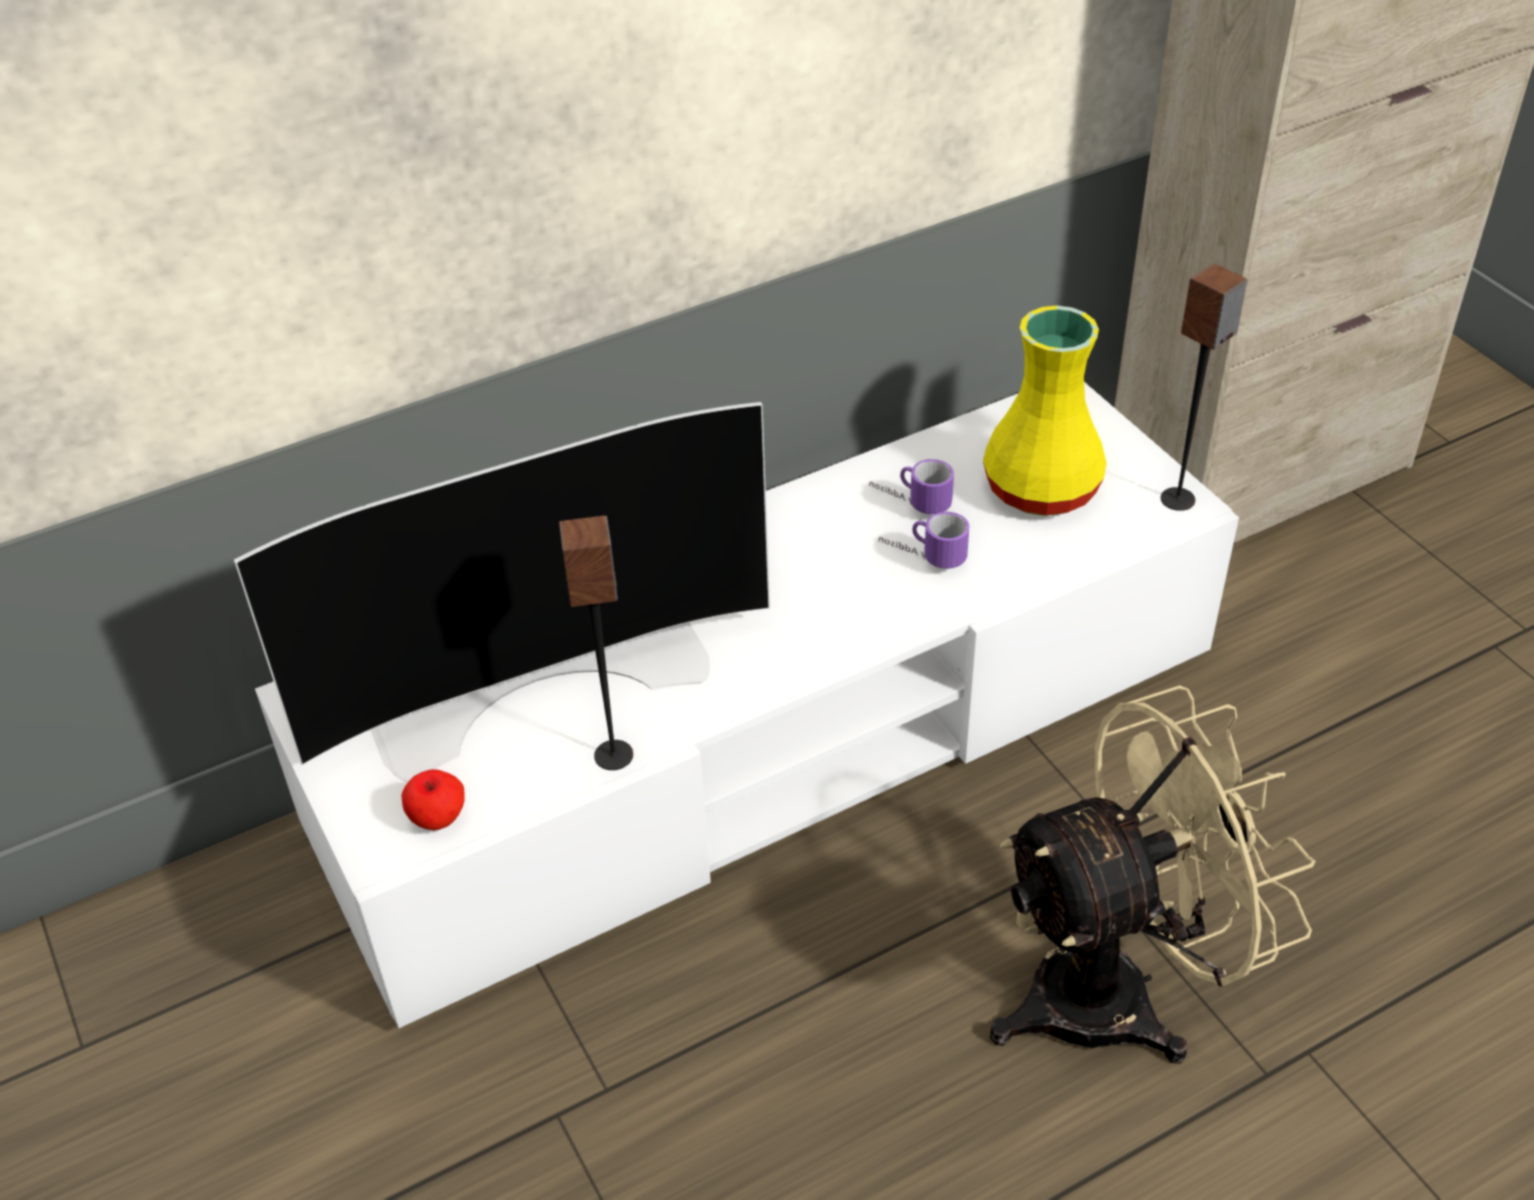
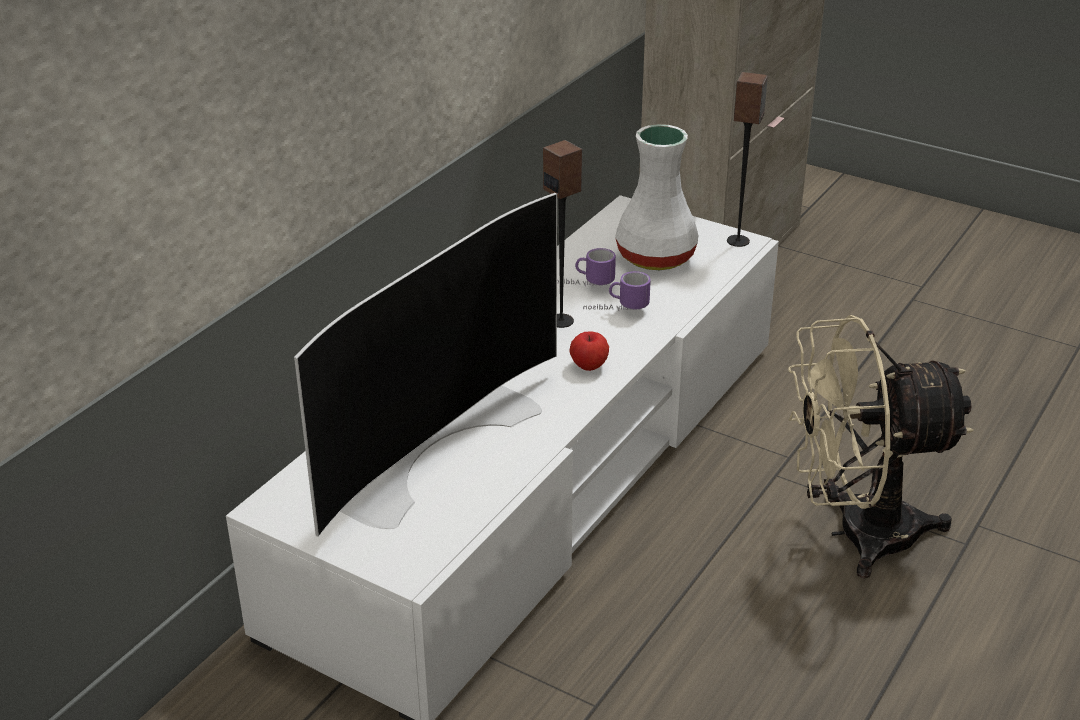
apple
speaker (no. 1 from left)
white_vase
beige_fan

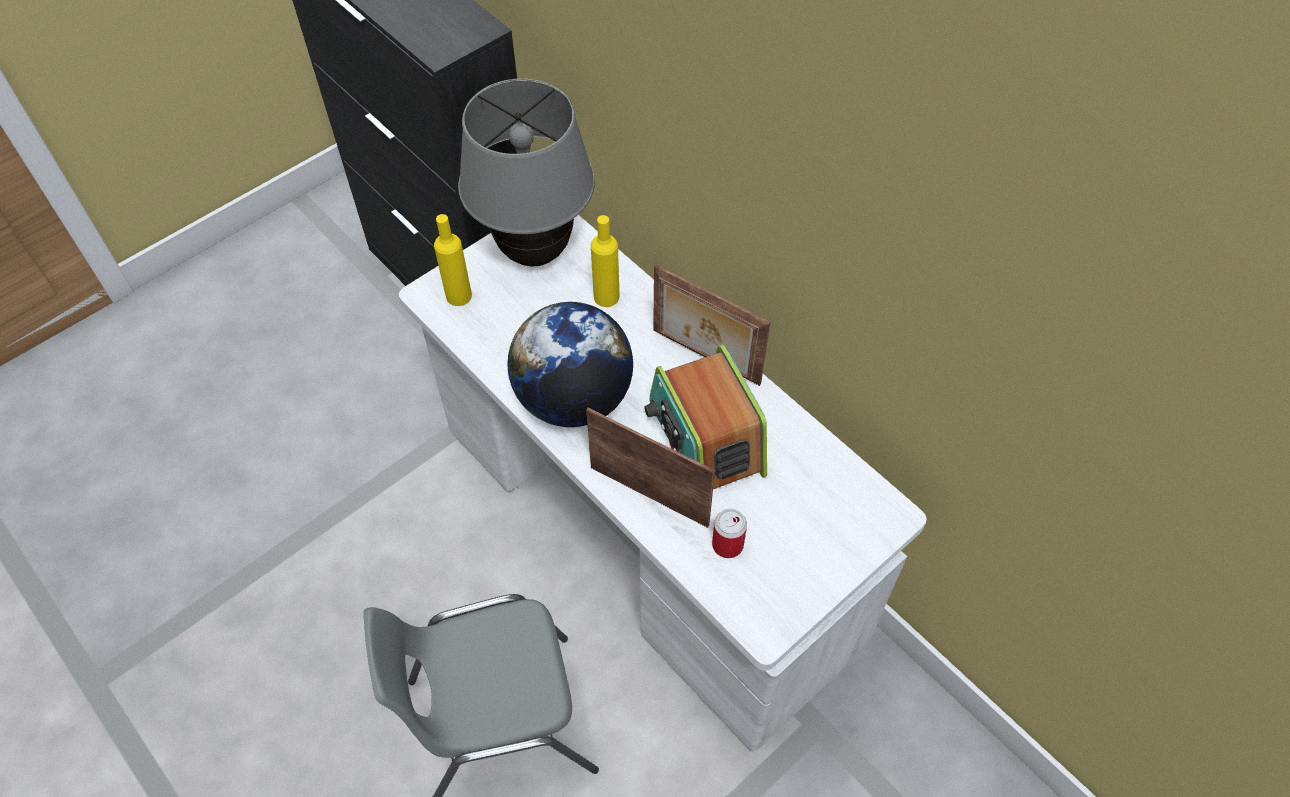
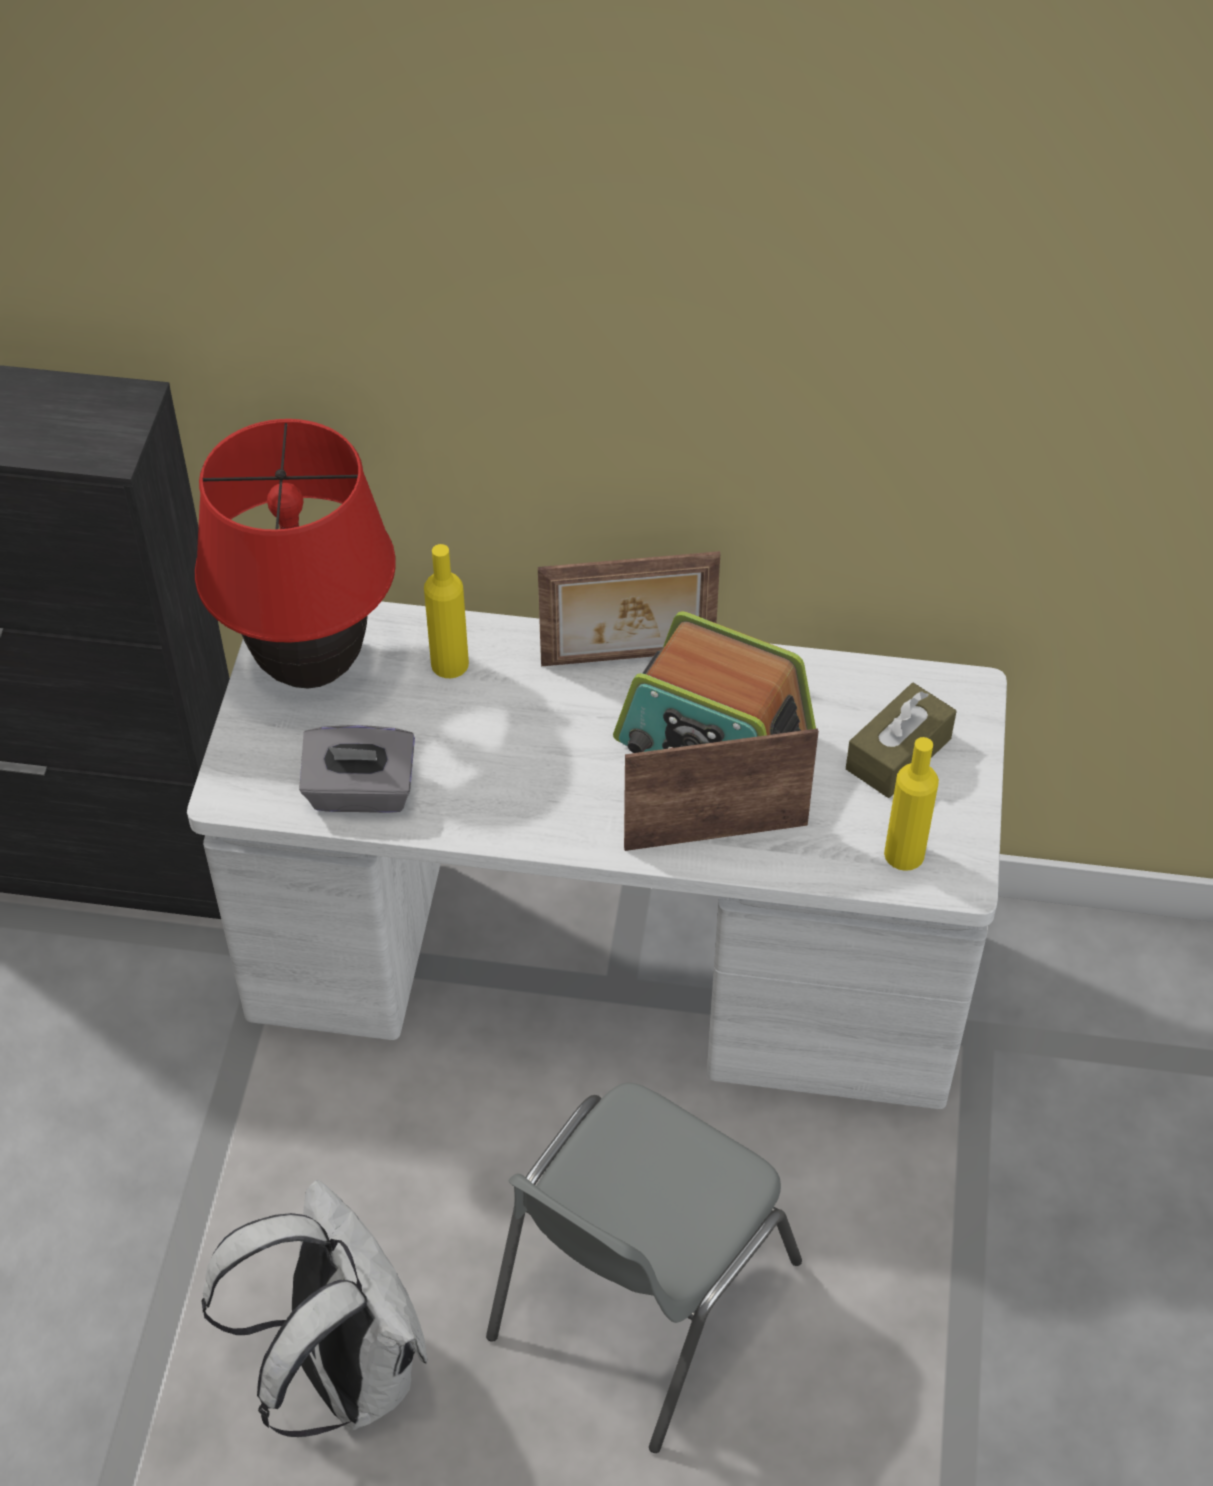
yellow_bottle (no. 2 from left)
red_table_lamp
globe
can
white_backpack
grey_tissue_box
brown_tissue_box

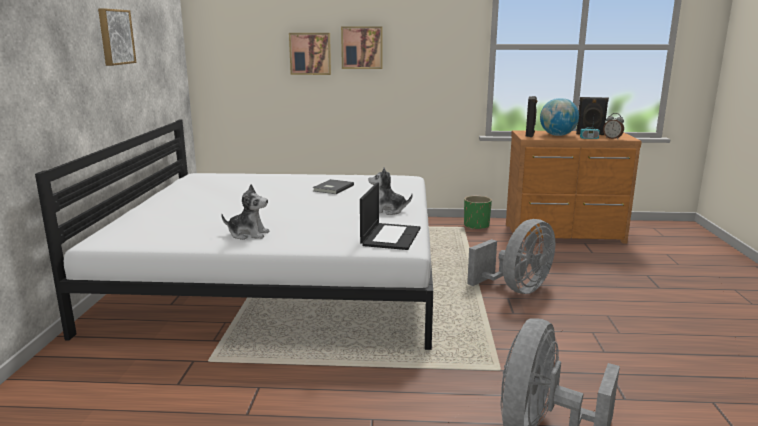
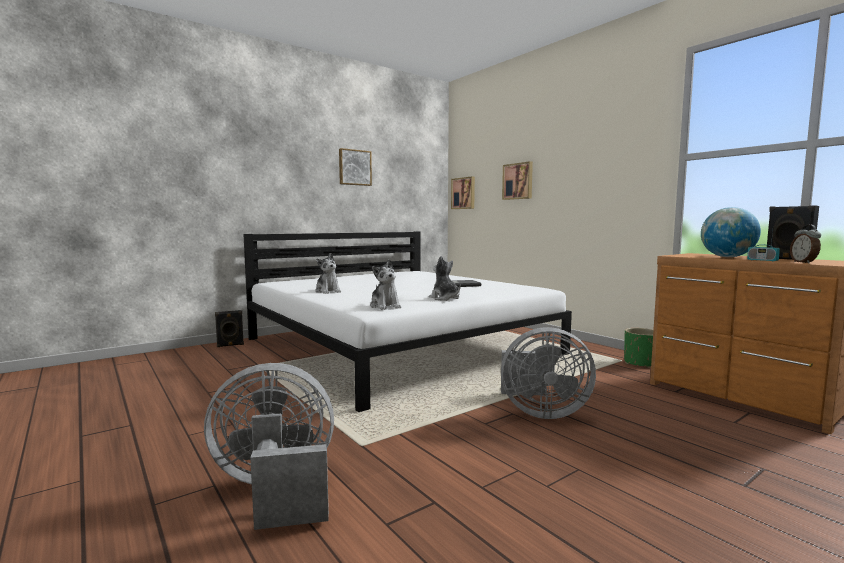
picture (no. 2 from left)
plush_toy (no. 2 from left)
black_speaker (no. 1 from left)

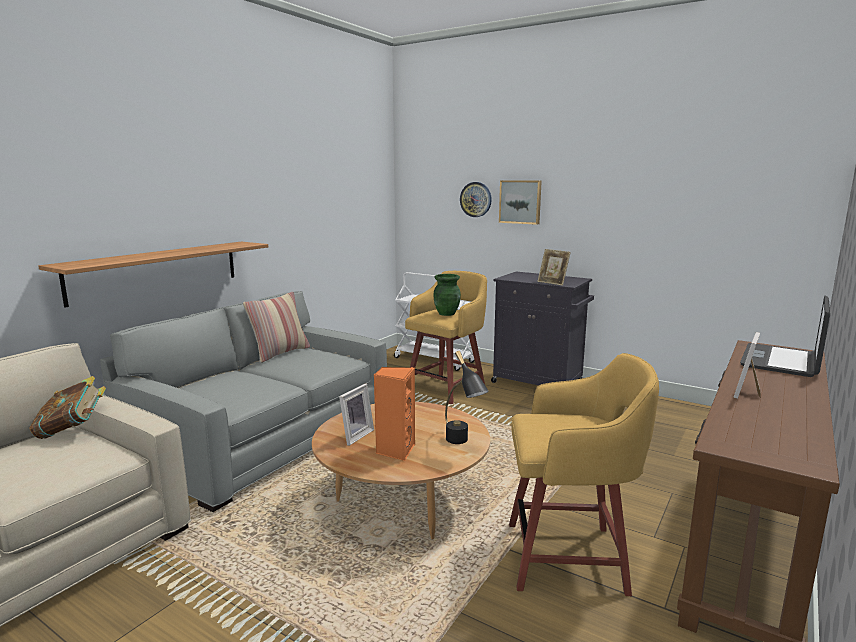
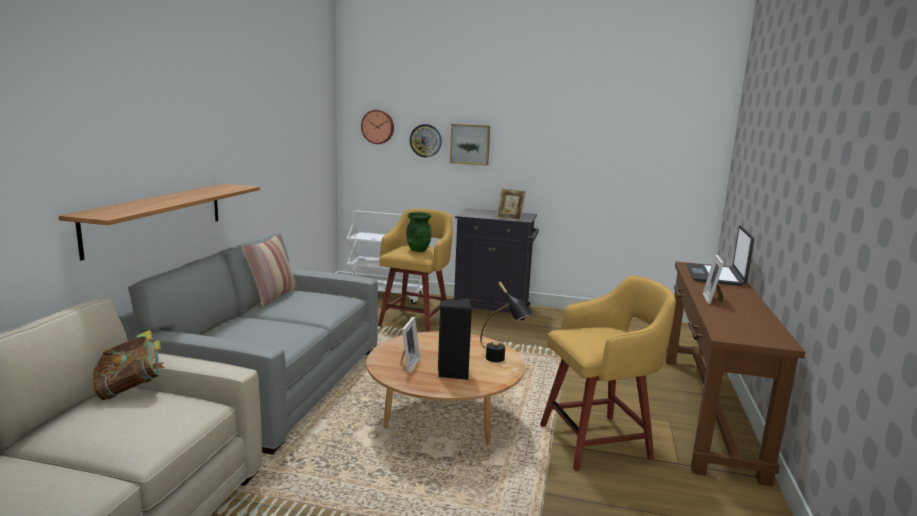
black_speaker
wall_clock (no. 1 from left)

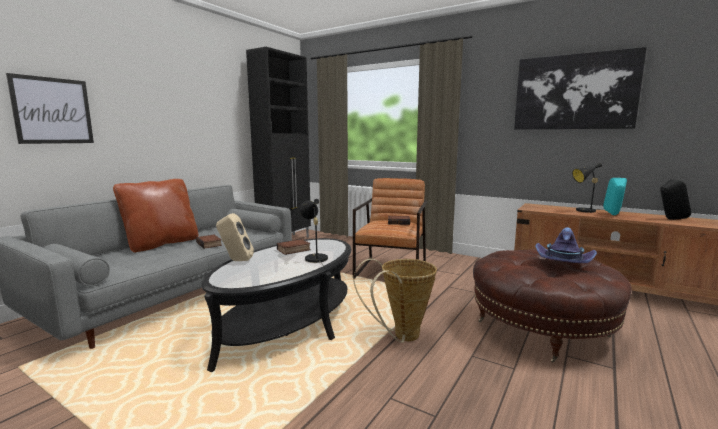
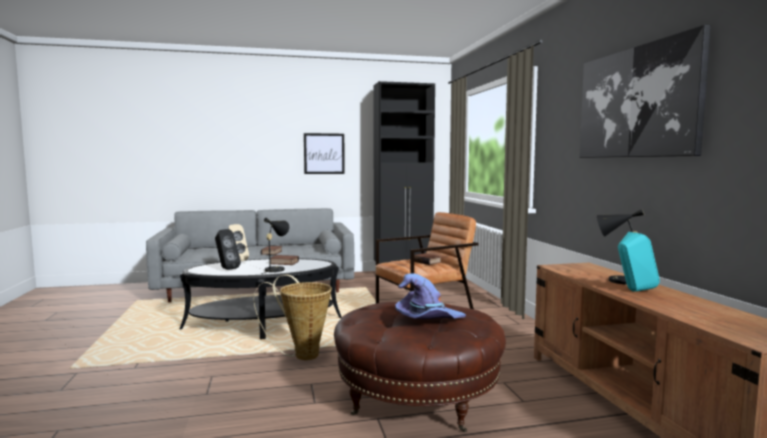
picture (no. 1 from left)
brown_pillow
black_speaker

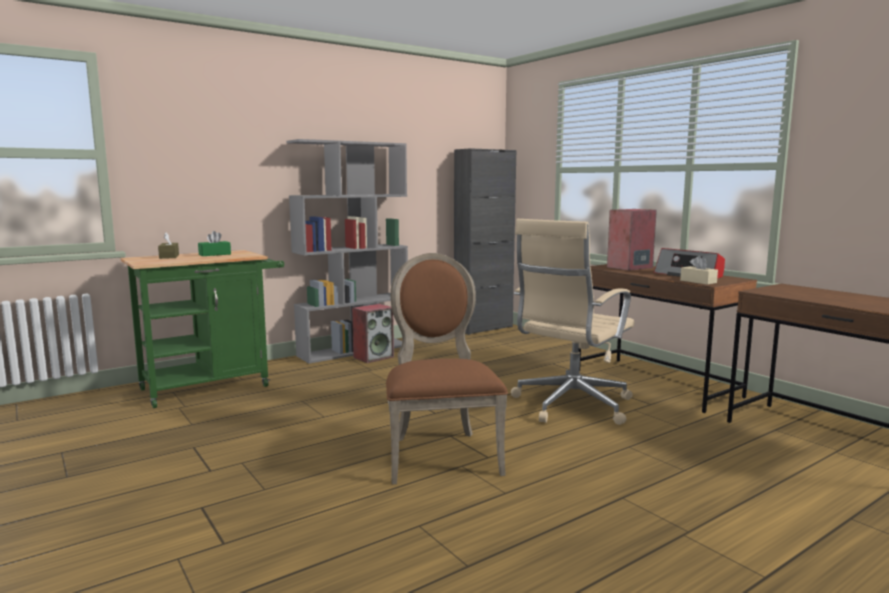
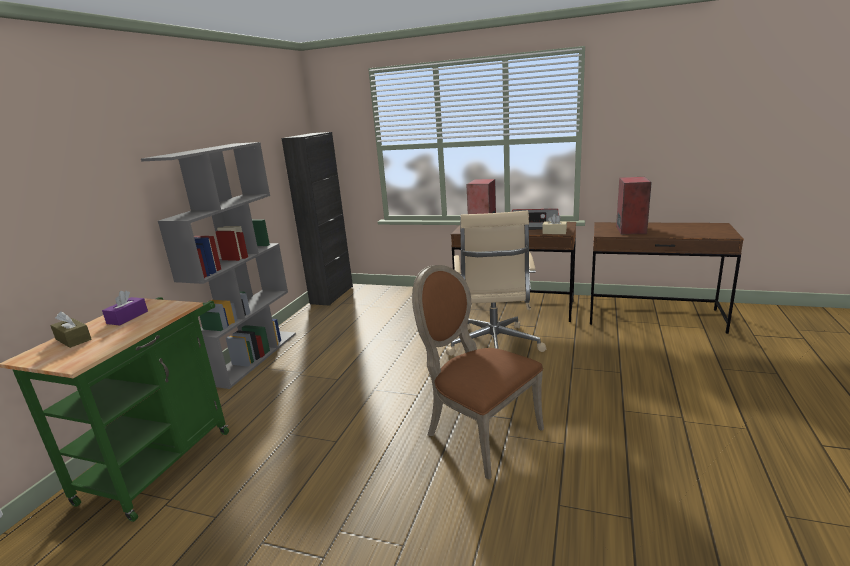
purple_tissue_box
speaker (no. 2 from left)

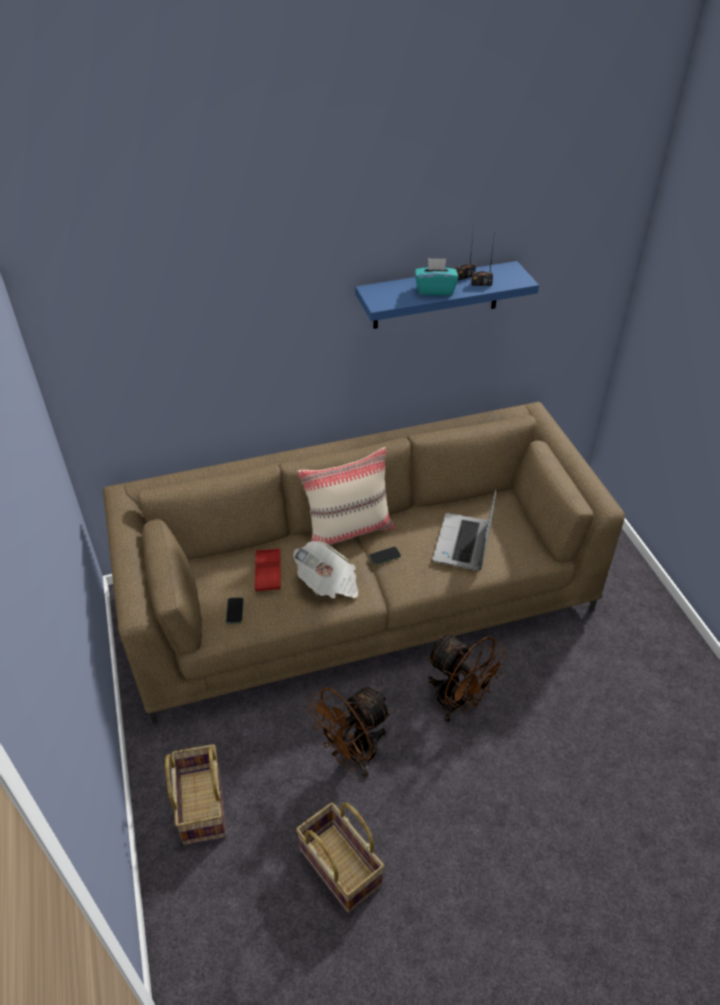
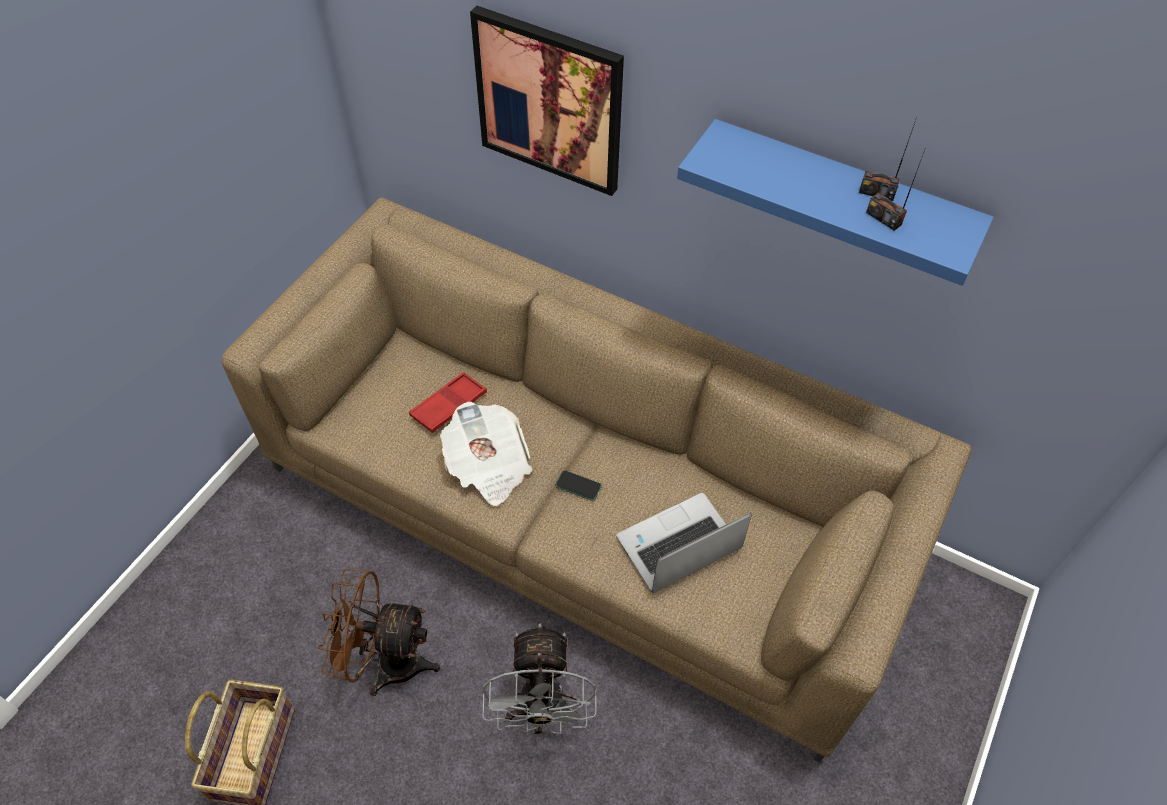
basket (no. 1 from left in the first image)
phone (no. 1 from left in the first image)
beige_pillow
turquoise_tissue_box
grey_fan
picture

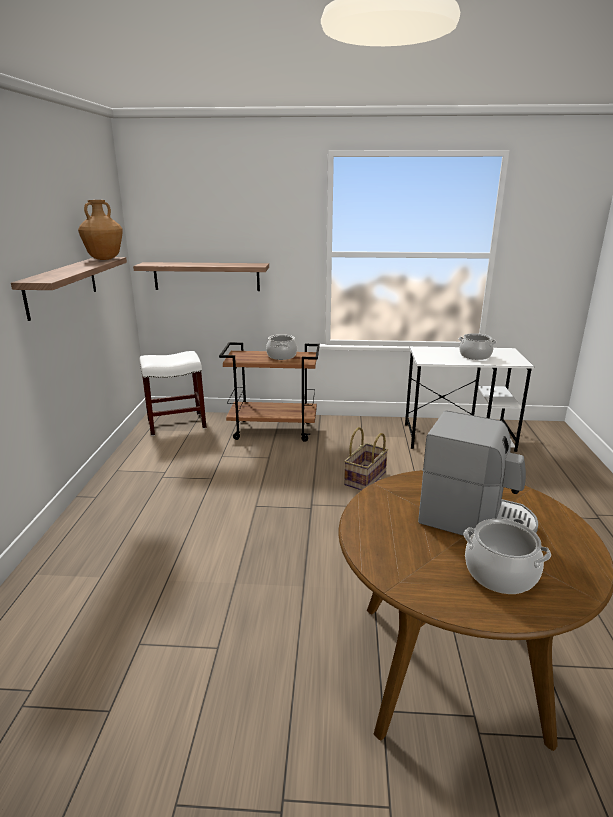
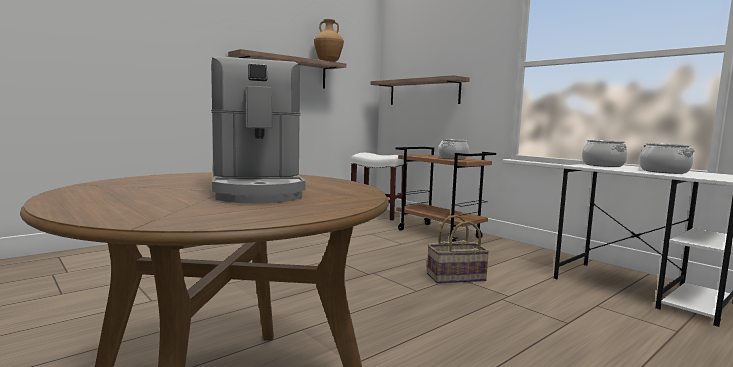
cooking_pot (no. 2 from left)

